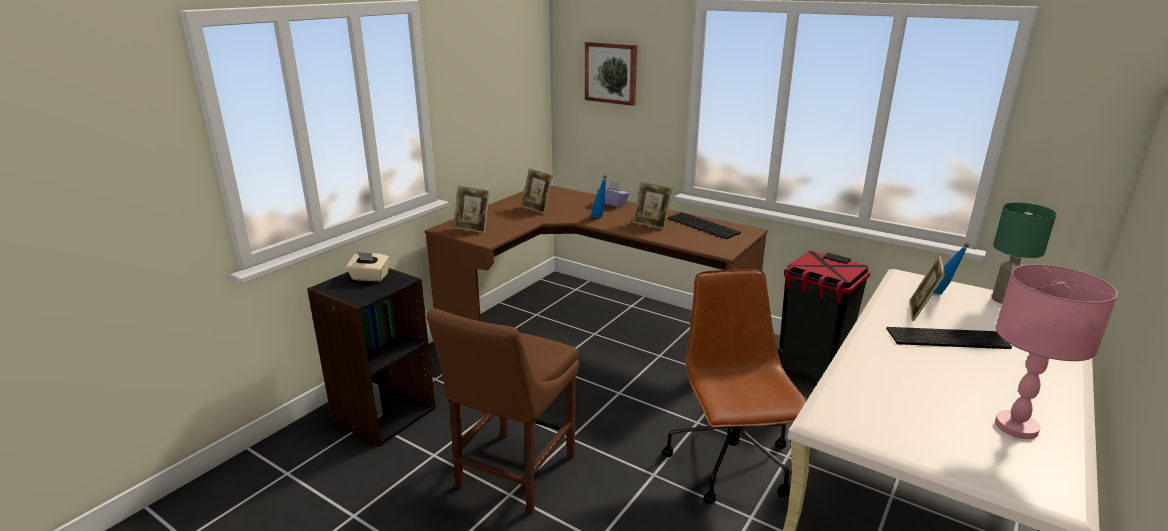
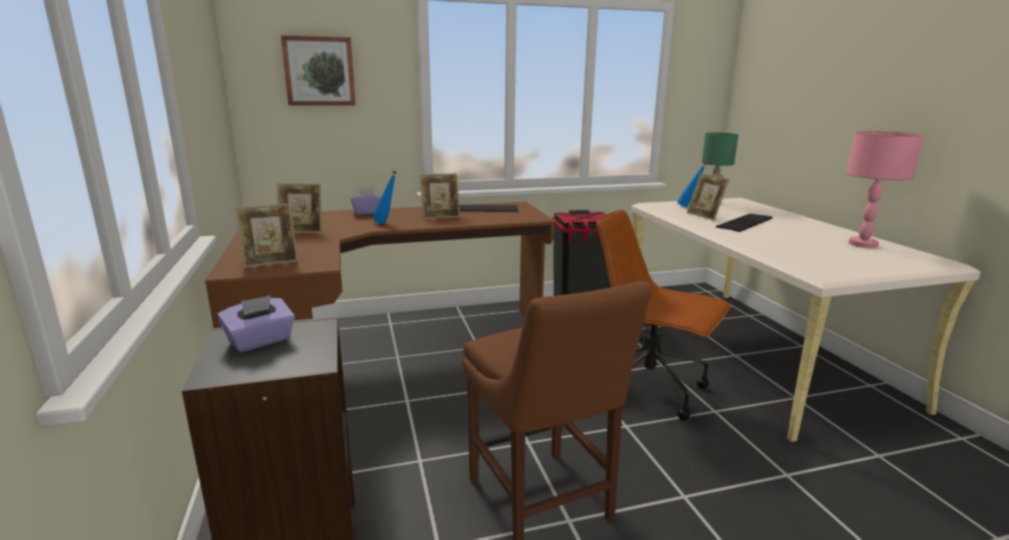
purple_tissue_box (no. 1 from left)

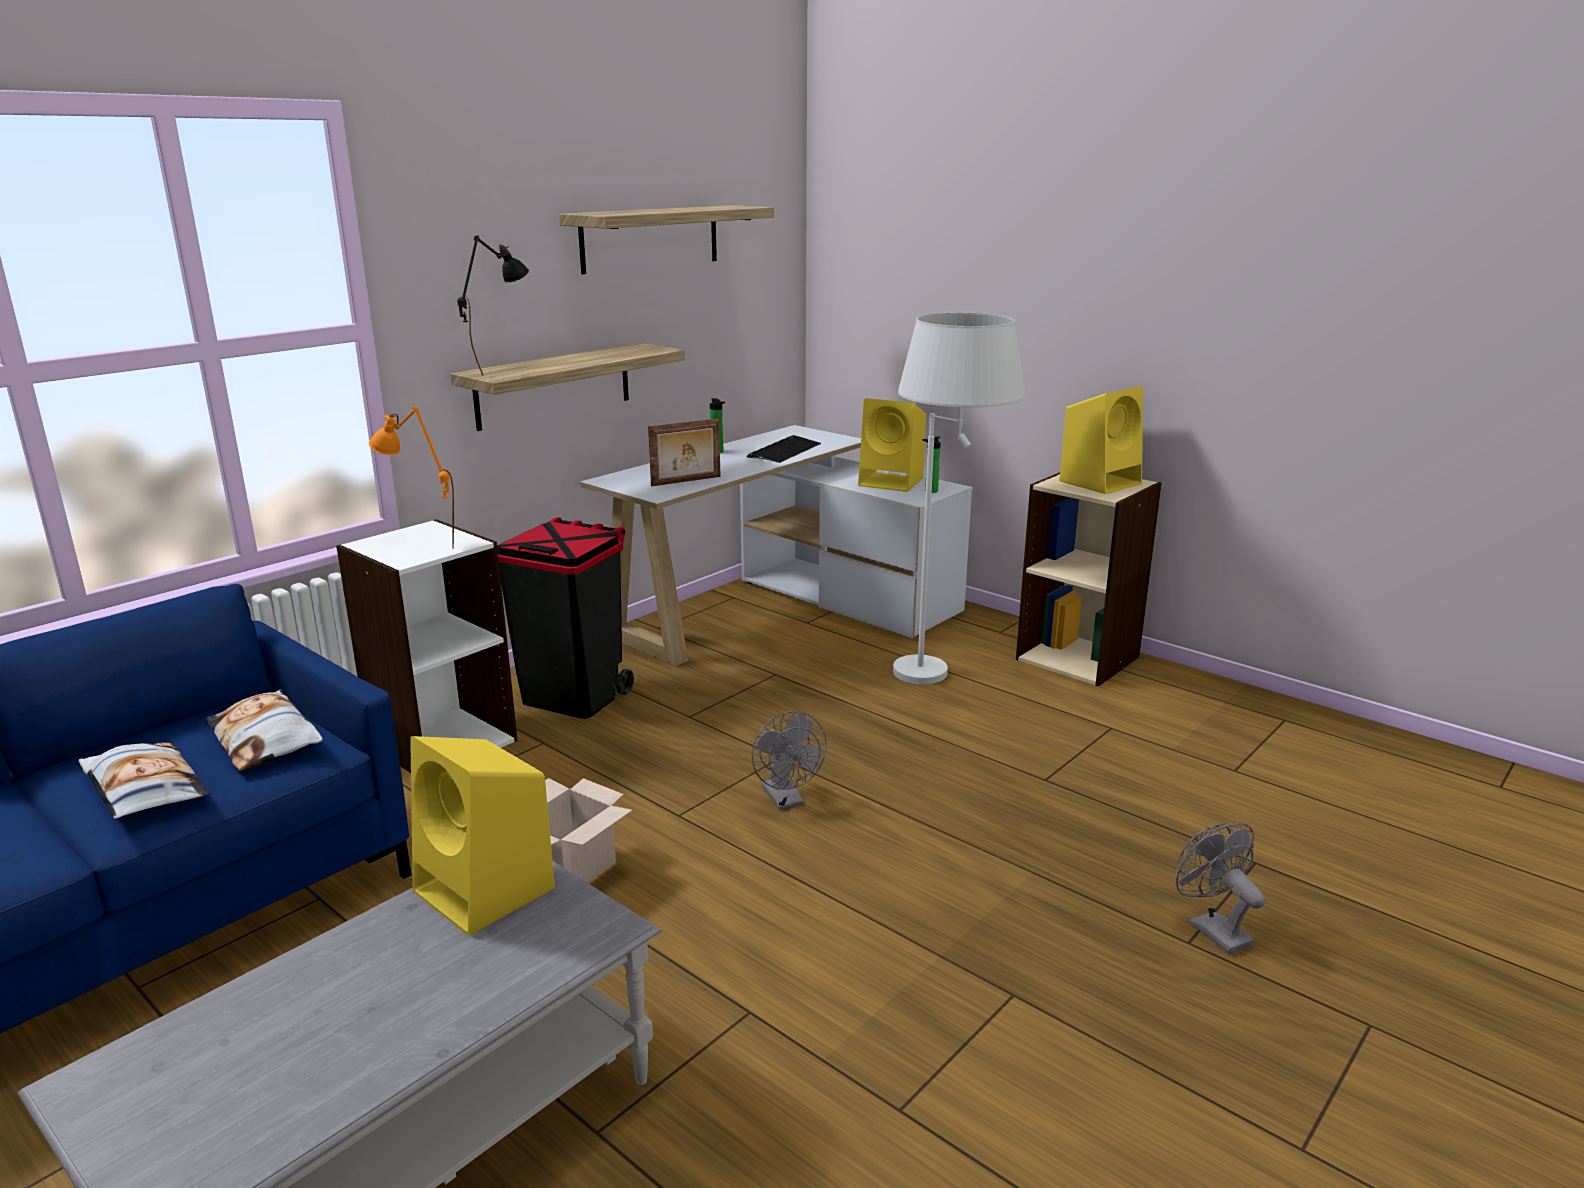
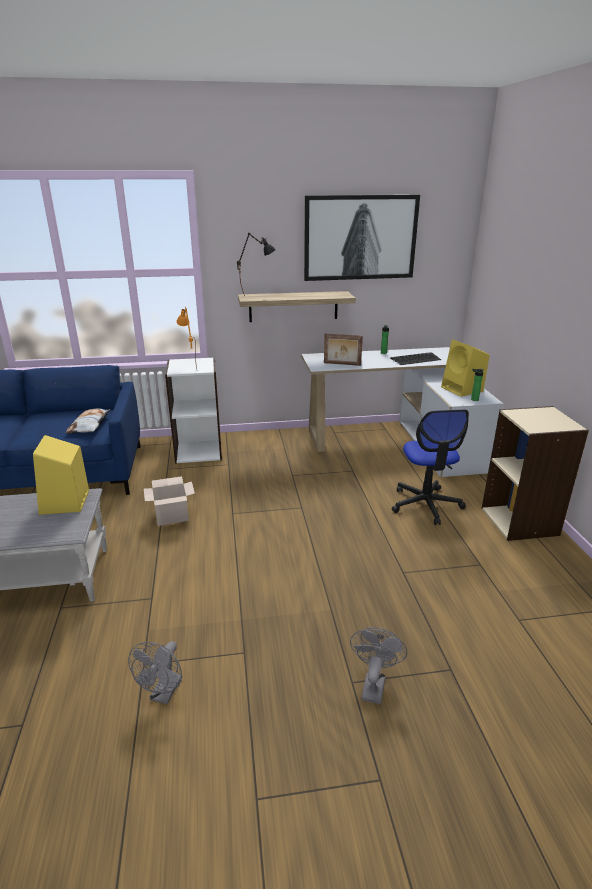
pillow (no. 1 from left in the first image)
black_trash_can
picture
grey_fan (no. 1 from left)
office_chair
yellow_speaker (no. 3 from left in the first image)

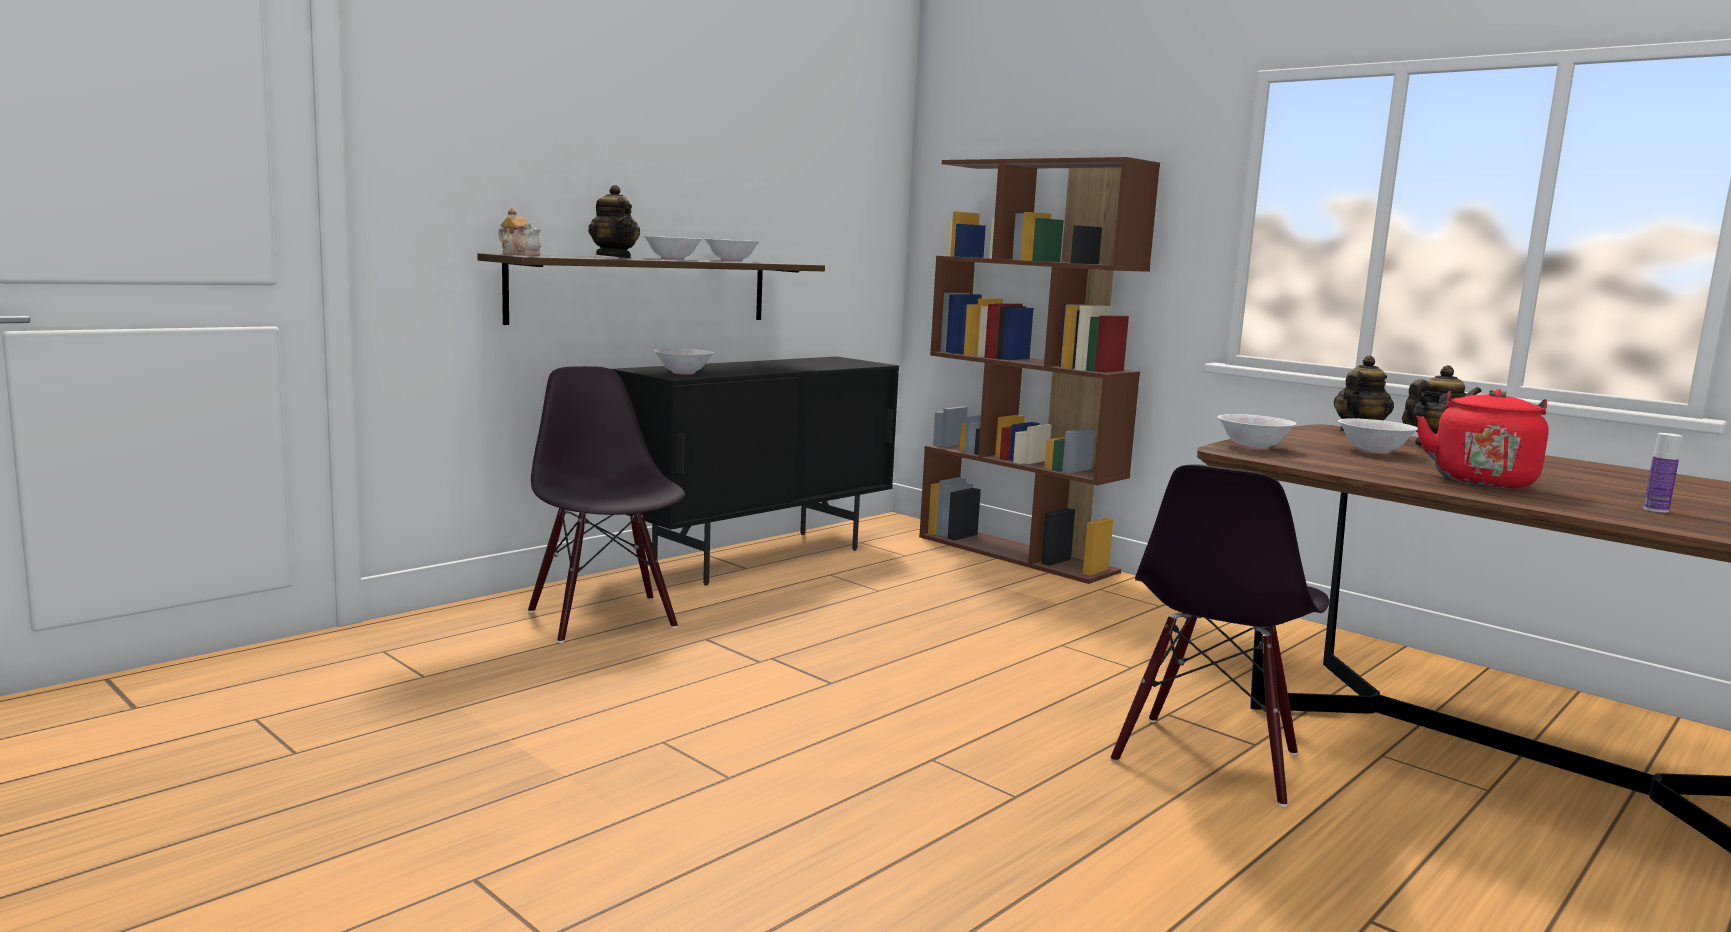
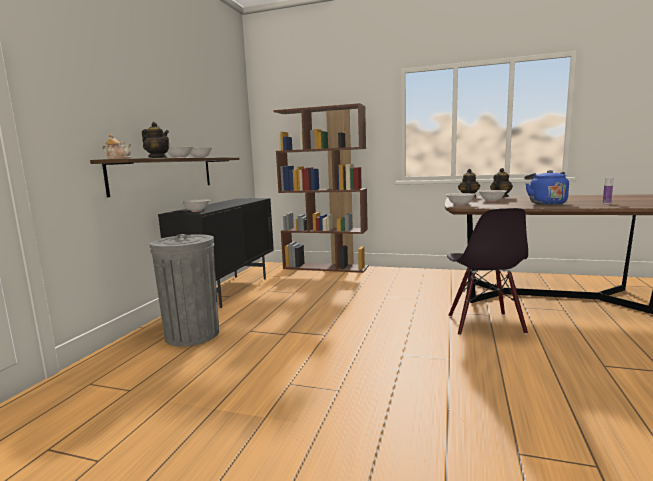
grey_trash_can
blue_kettle

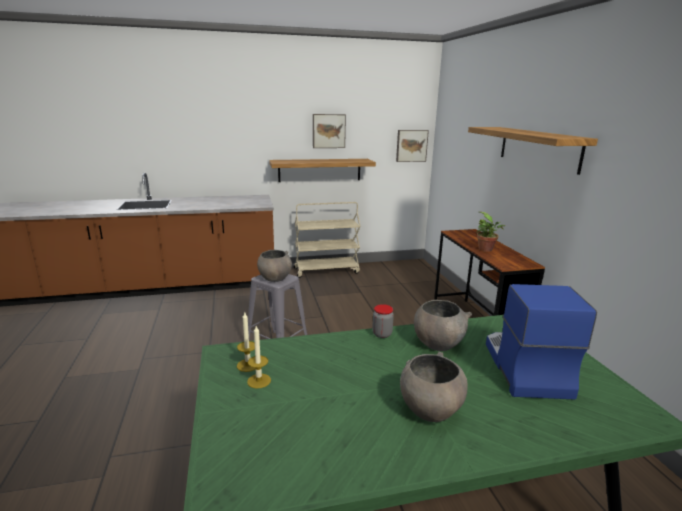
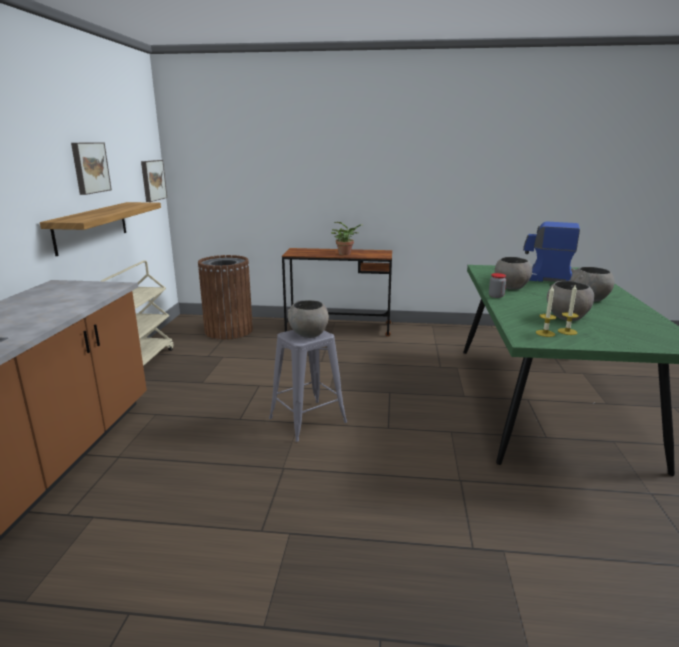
shelf (no. 2 from left in the first image)
brown_trash_can
grey_bowl (no. 3 from left)

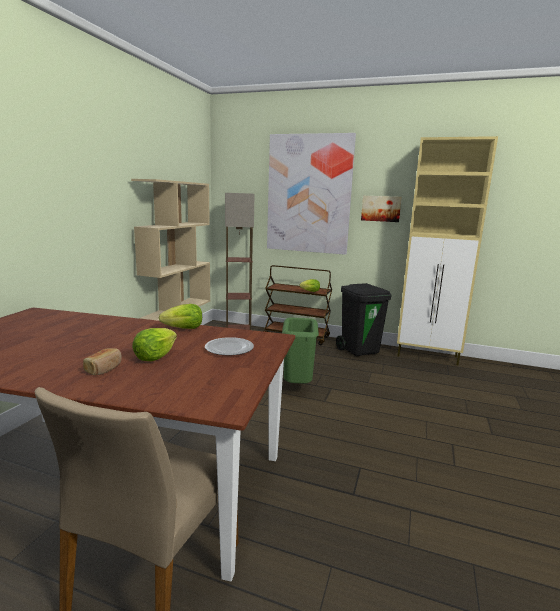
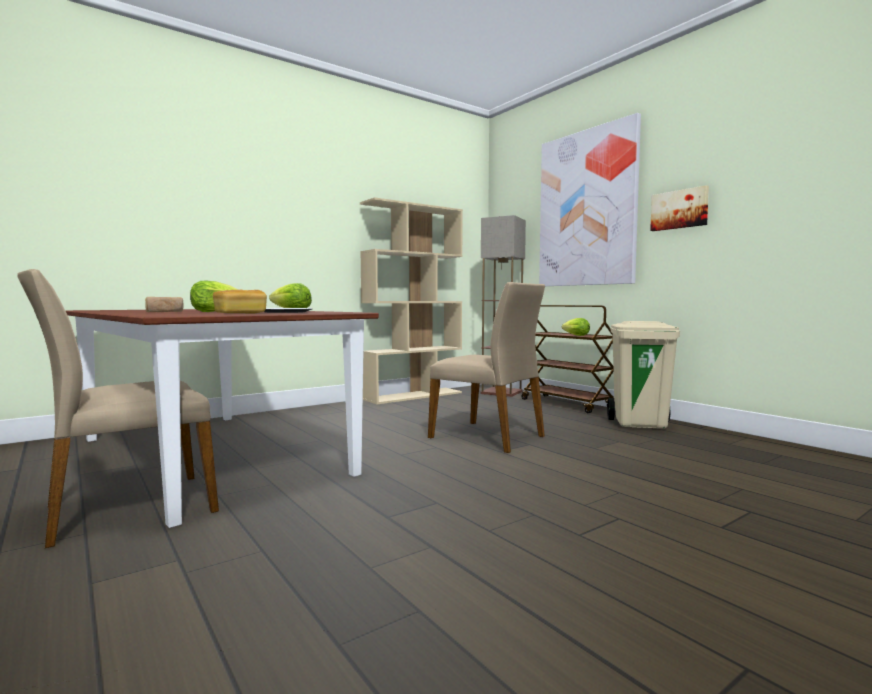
beige_chair (no. 2 from left)
beige_trash_can
beige_cabinet
bread (no. 2 from left)

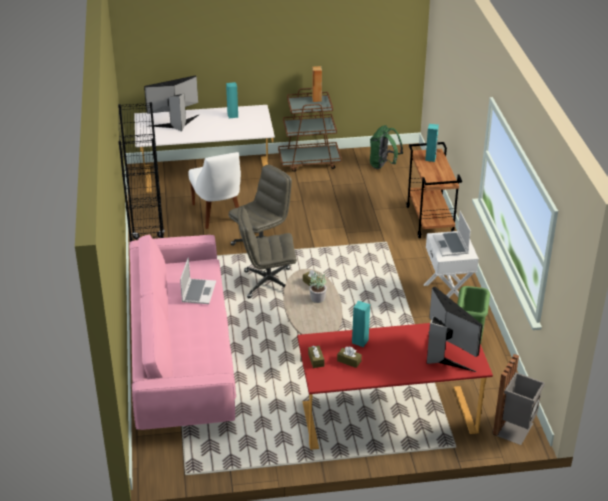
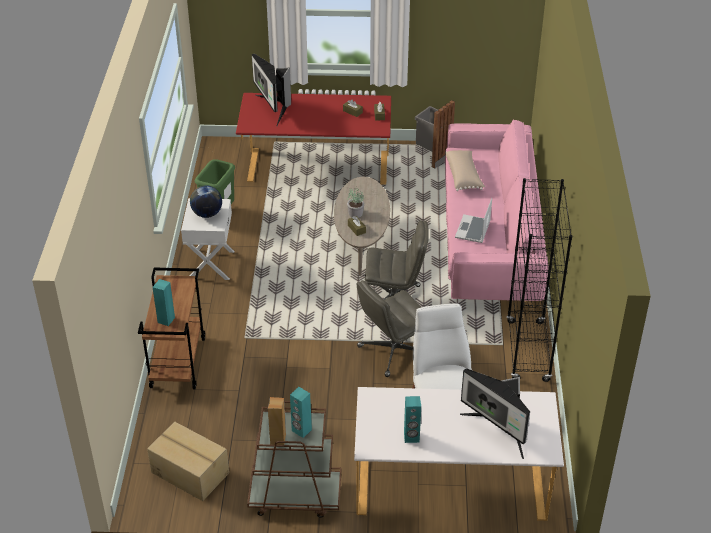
monitor (no. 2 from left)
turquoise_speaker (no. 2 from left)
cardboard_box
globe
grey_trash_can
beige_pillow

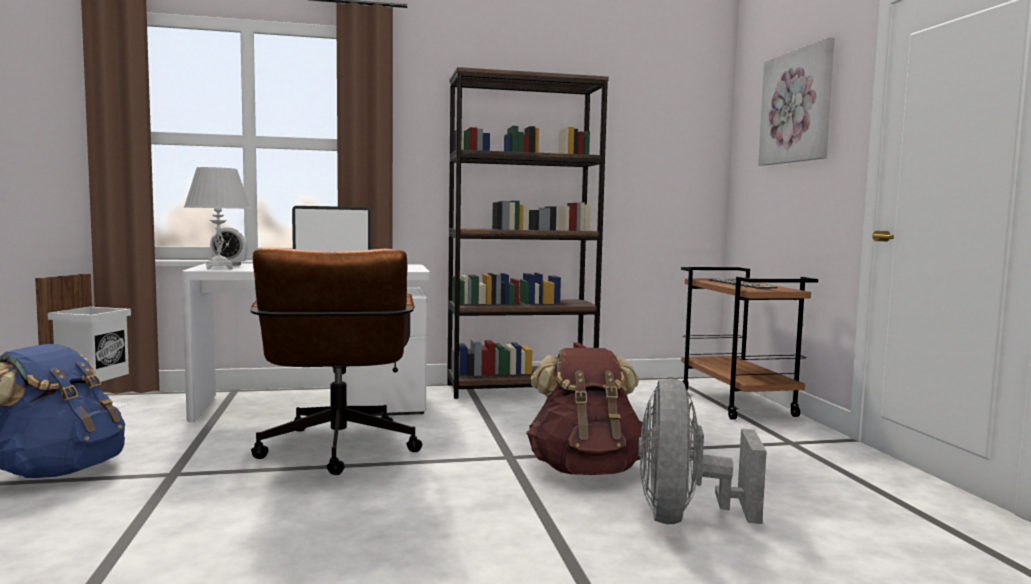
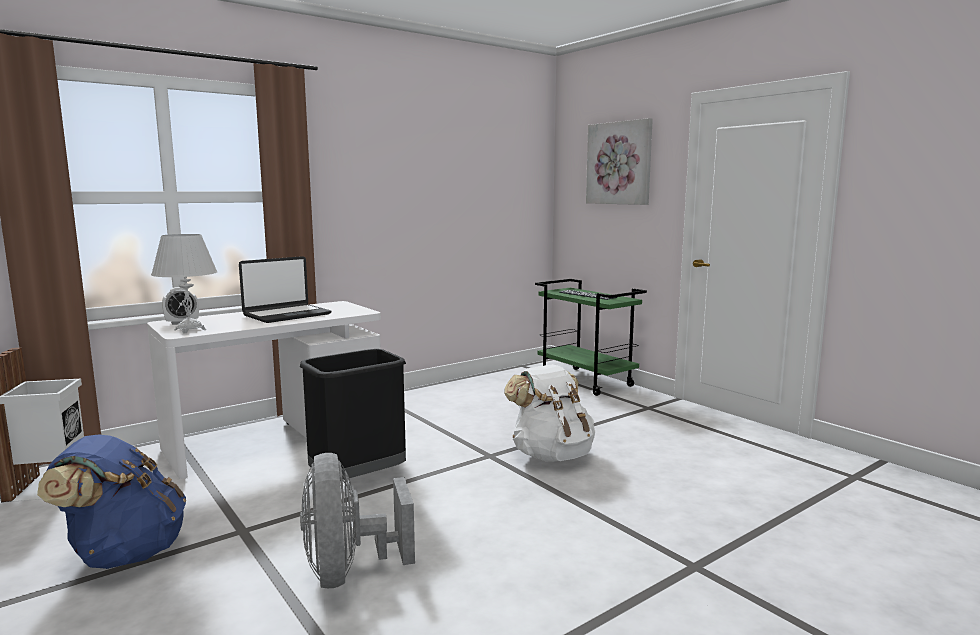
black_trash_can
brown_bookcase
white_backpack
grey_fan
green_cart

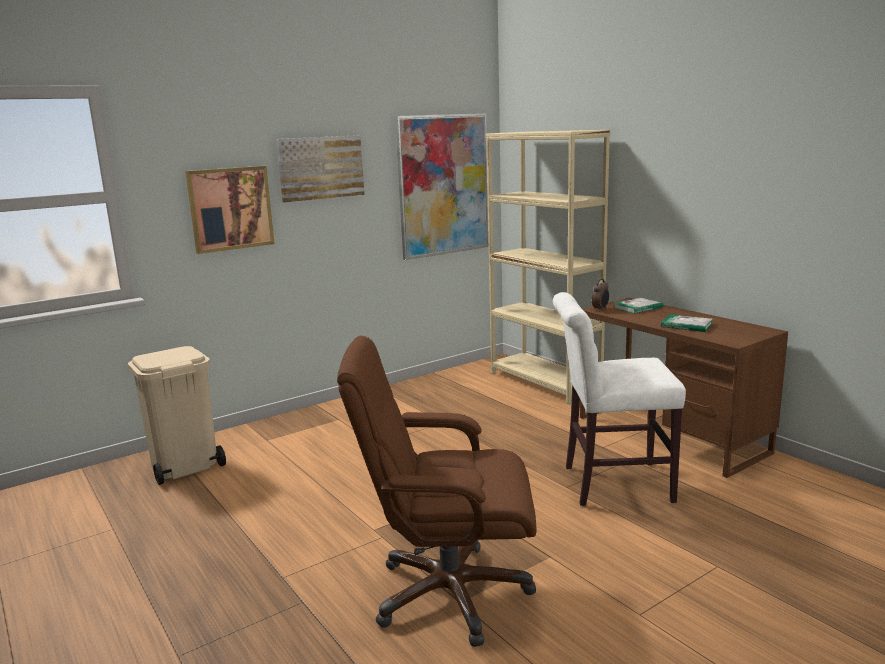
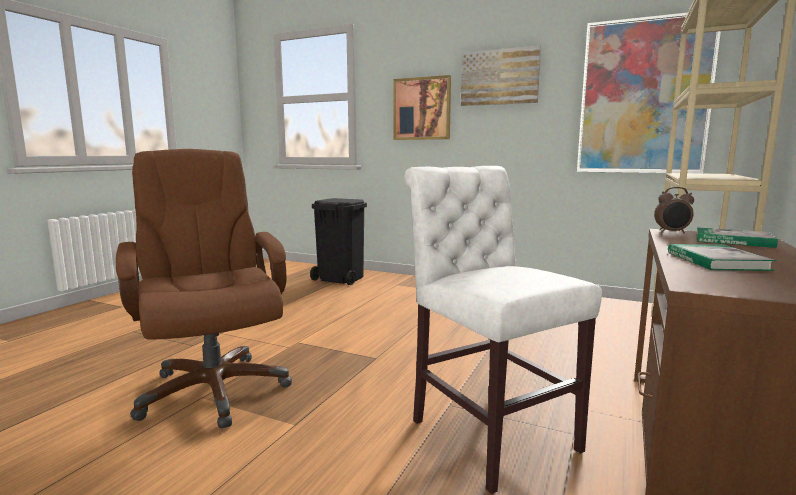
black_trash_can

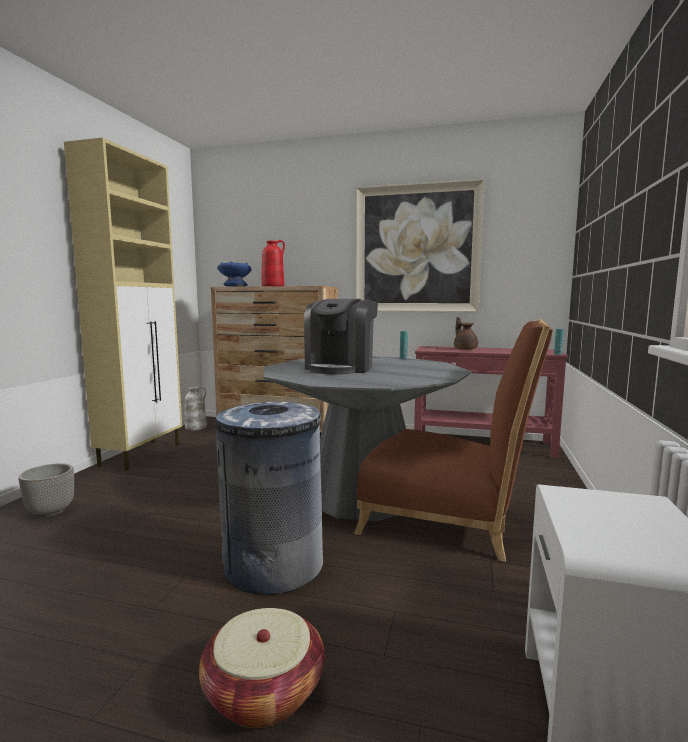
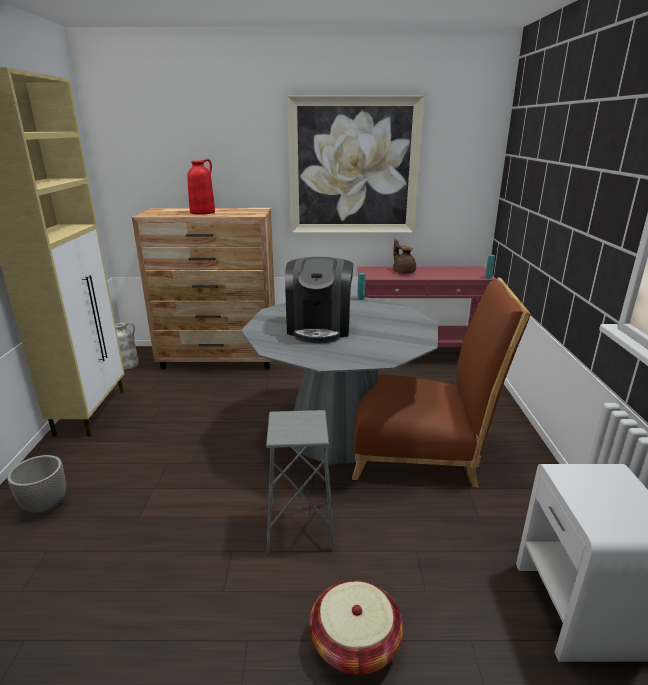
grey_stool
blue_bowl

